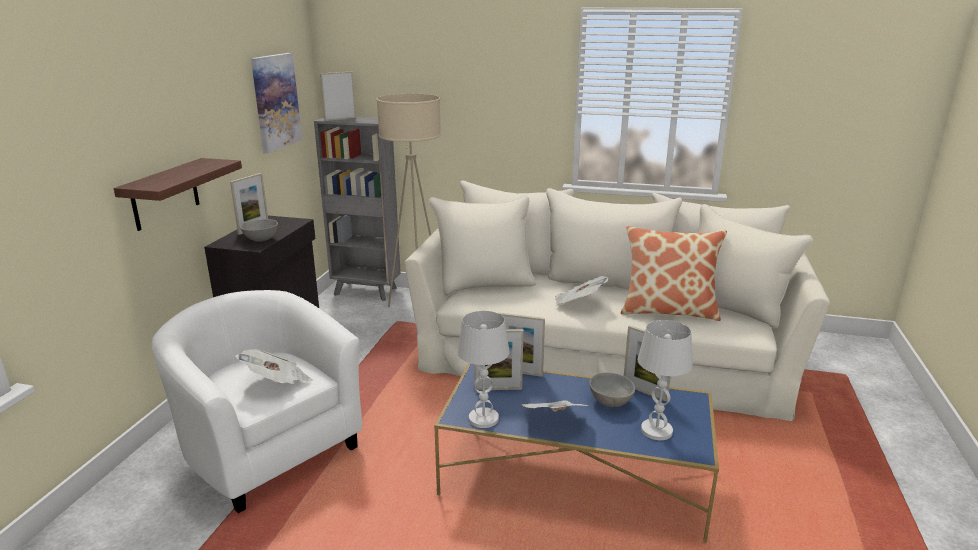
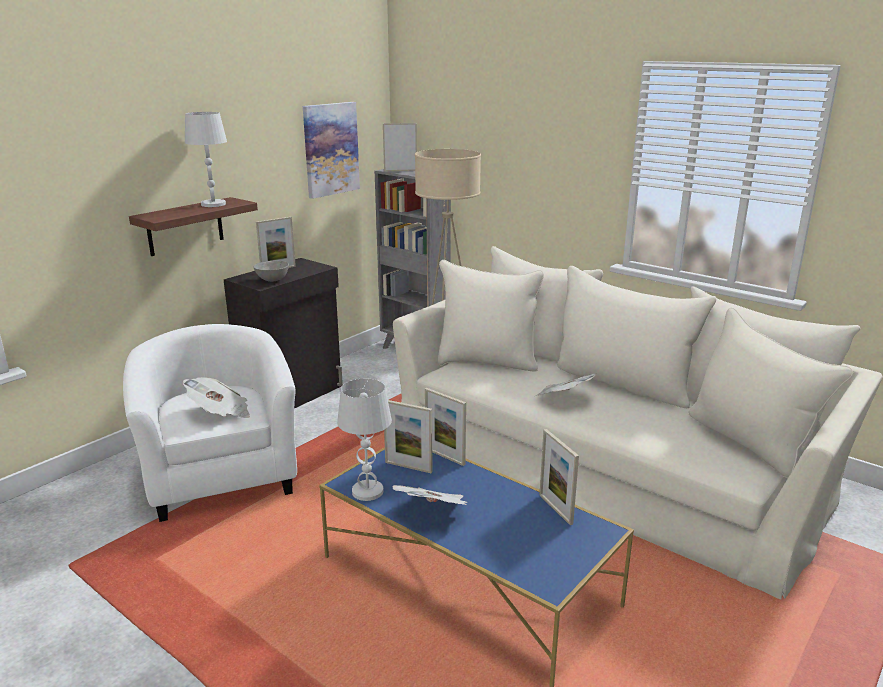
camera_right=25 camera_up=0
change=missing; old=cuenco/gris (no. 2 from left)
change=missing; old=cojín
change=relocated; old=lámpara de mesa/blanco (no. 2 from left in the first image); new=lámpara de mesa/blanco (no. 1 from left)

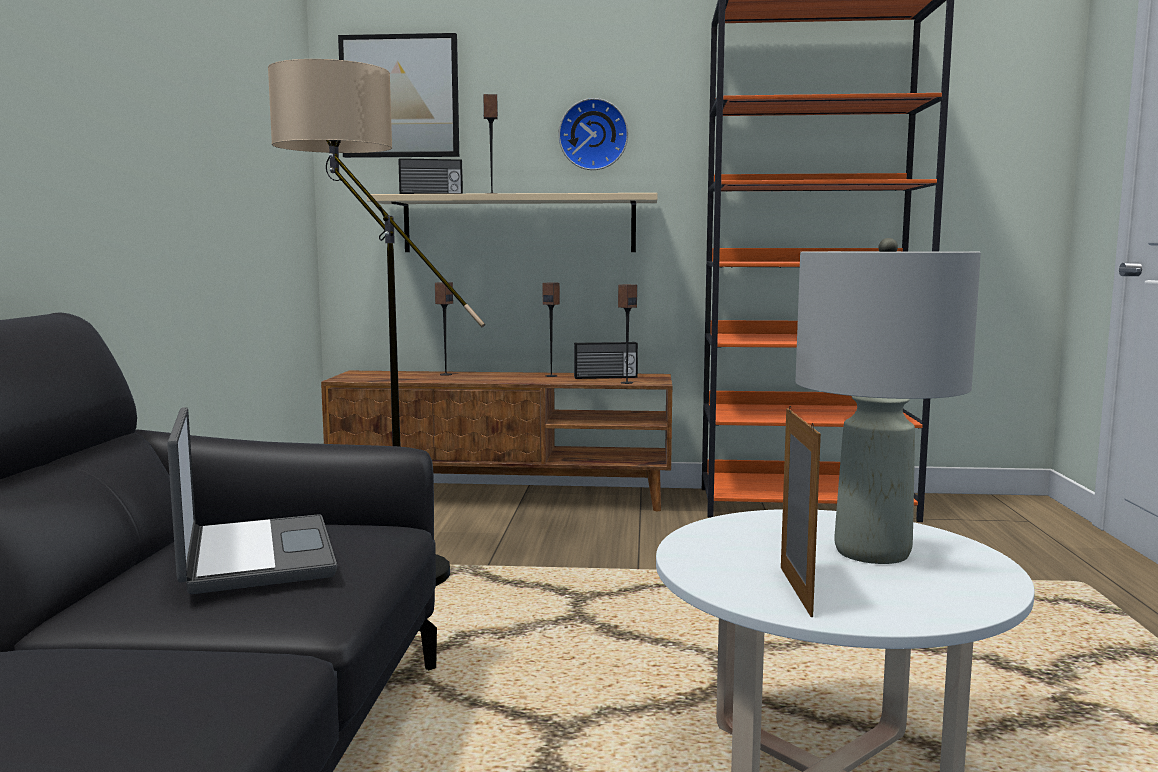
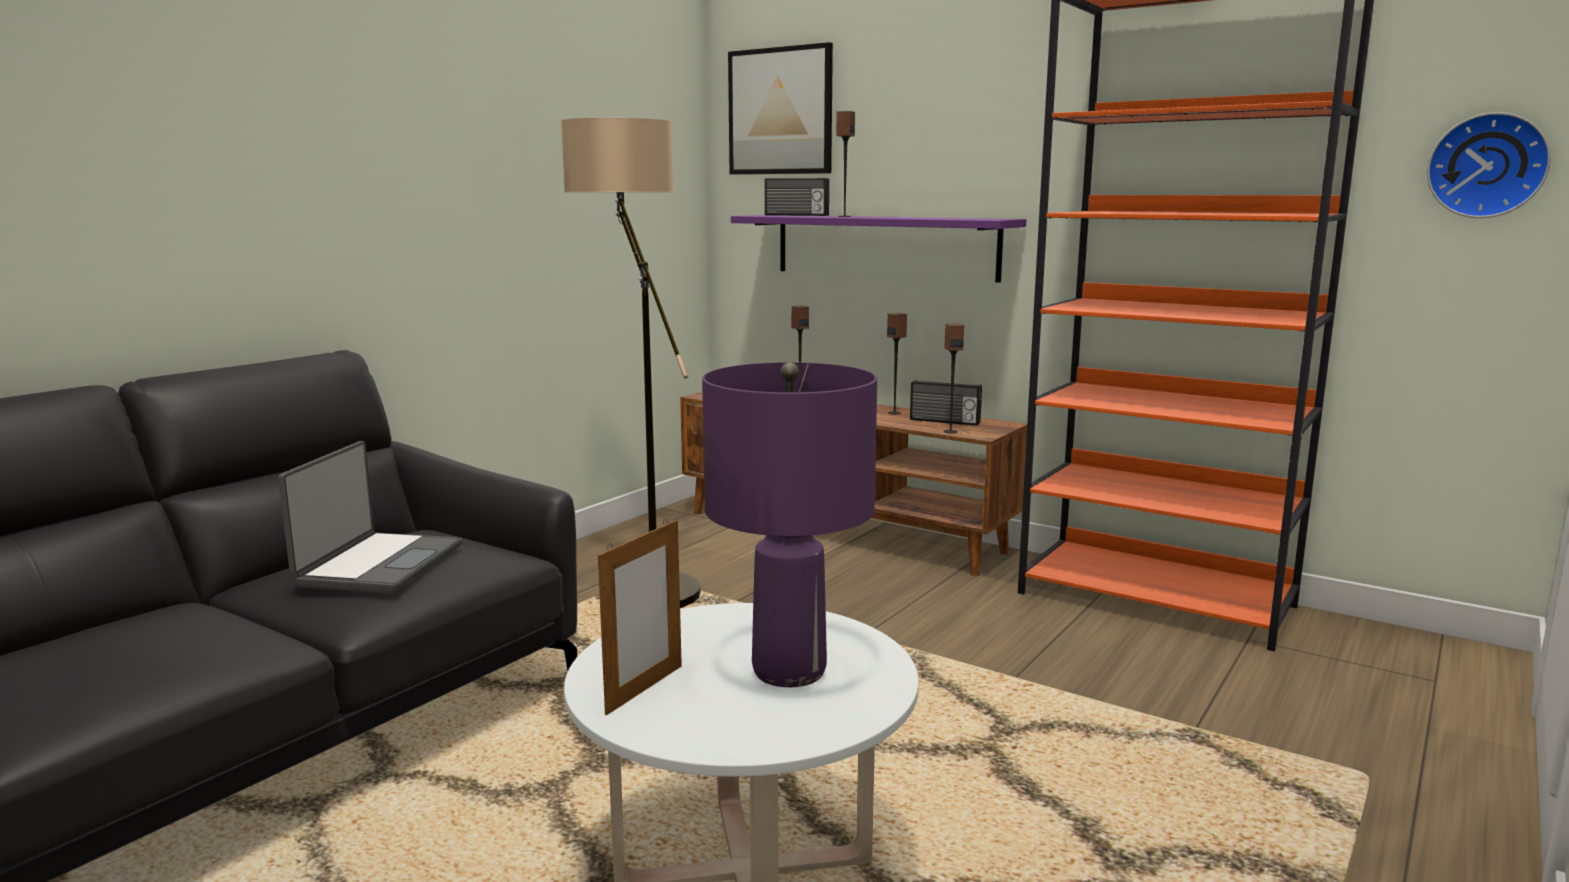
camera_right=30 camera_up=5
change=relocated; old=reloj de pared
change=colour; old=estante/beis; new=estante/morado
change=colour; old=lámpara de mesa/gris; new=lámpara de mesa/morado

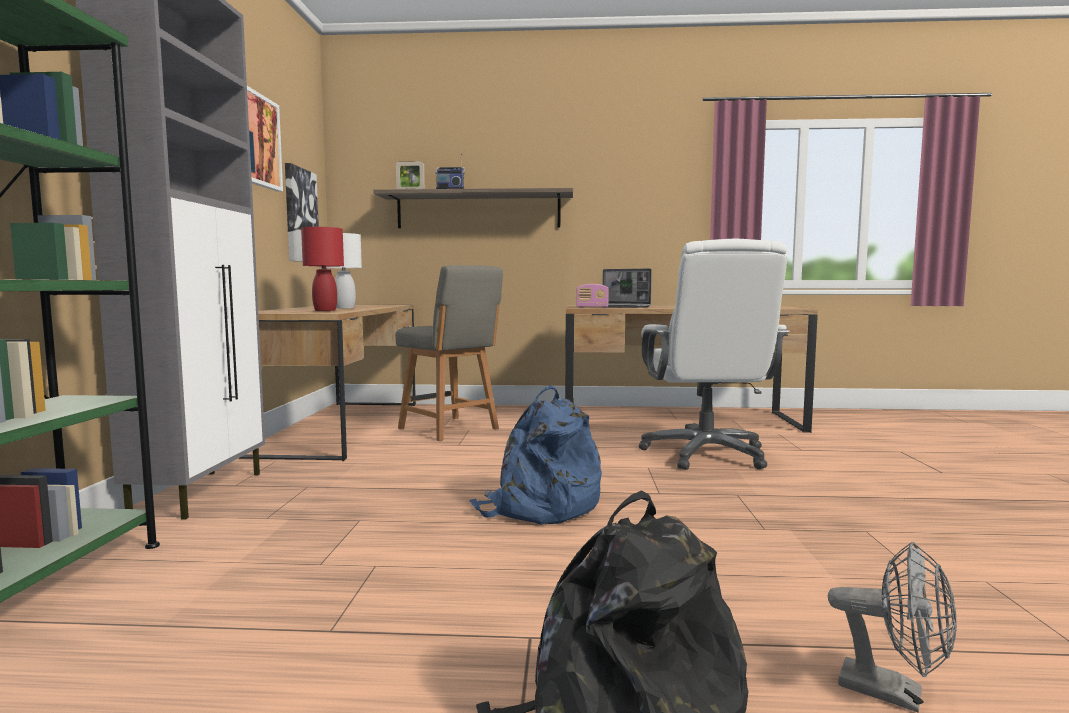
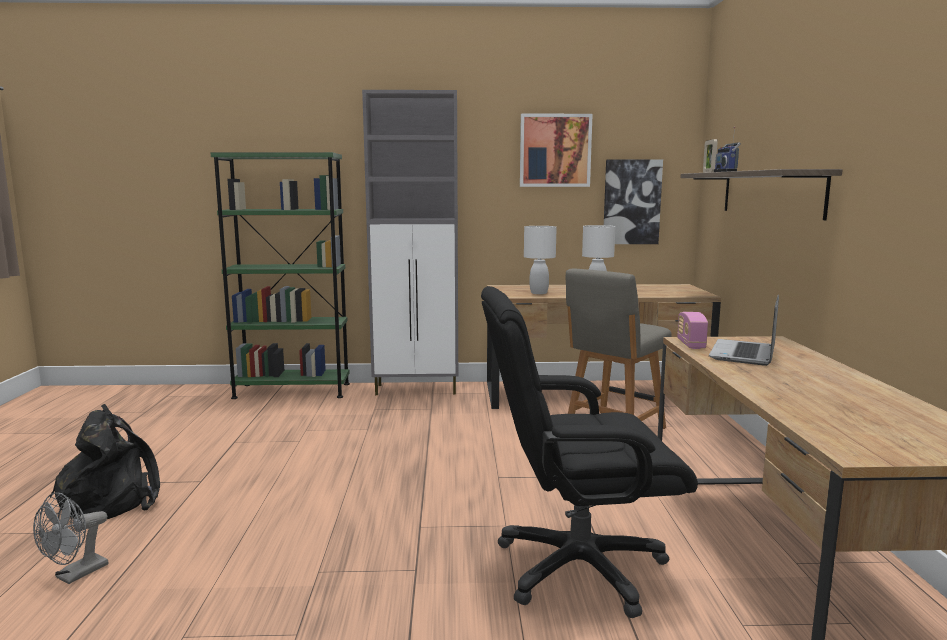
camera_right=85 camera_up=5
change=missing; old=mochila/azul
change=colour; old=lámpara de mesa/rojo; new=lámpara de mesa/blanco (no. 1 from left)
change=colour; old=silla de oficina/blanco; new=silla de oficina/negro

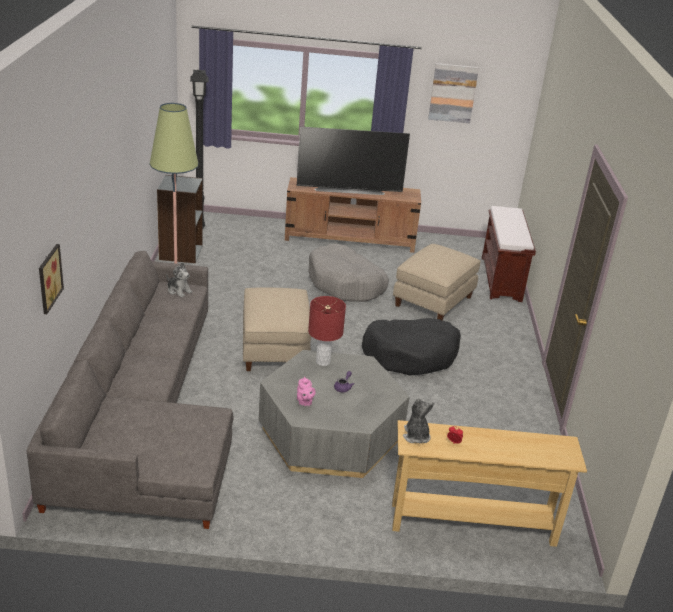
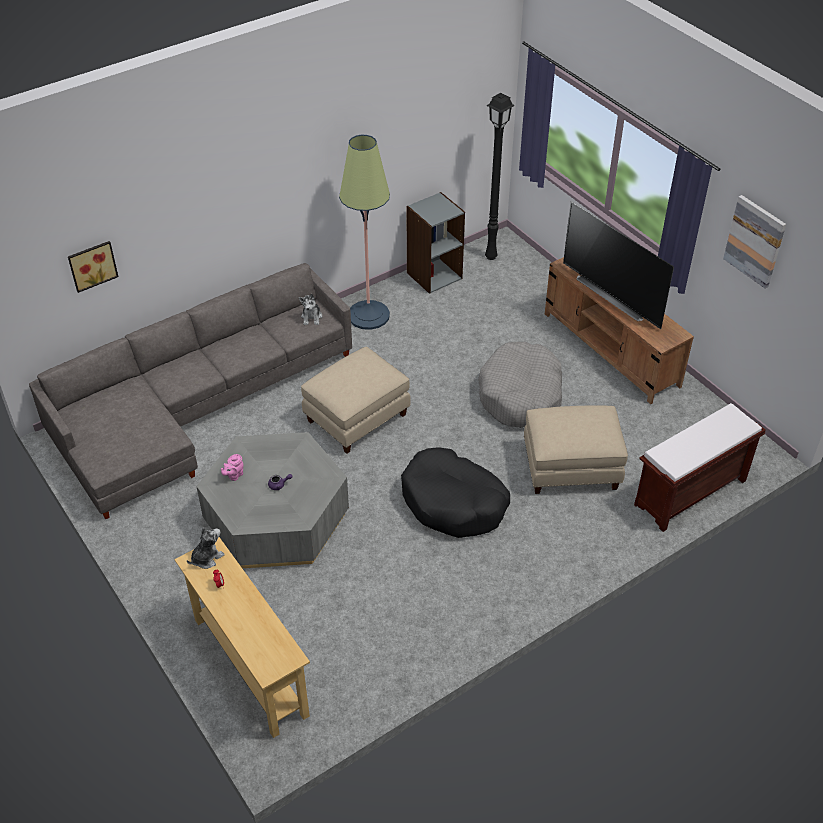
camera_right=55 camera_up=15
change=missing; old=lámpara de mesa/rojo

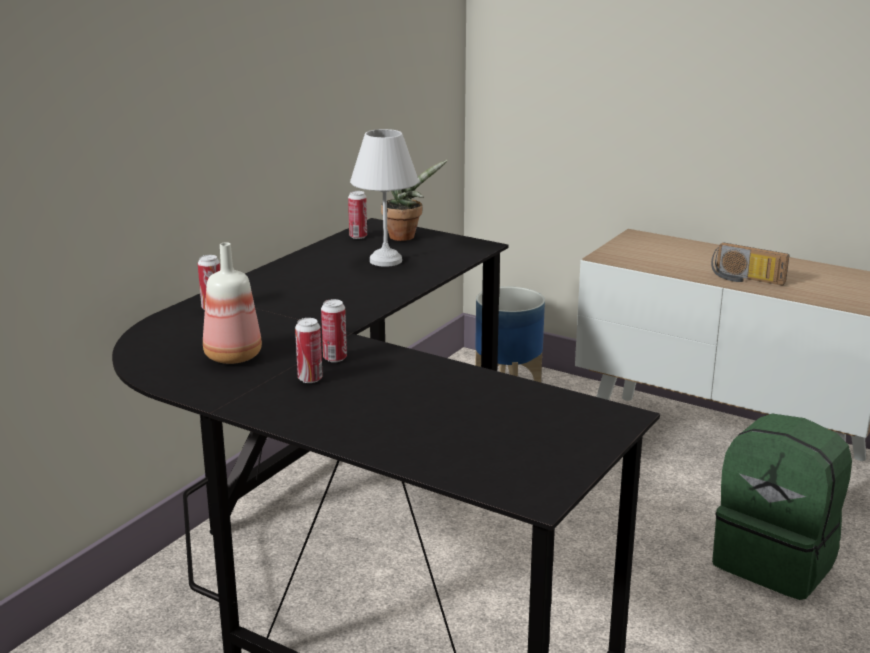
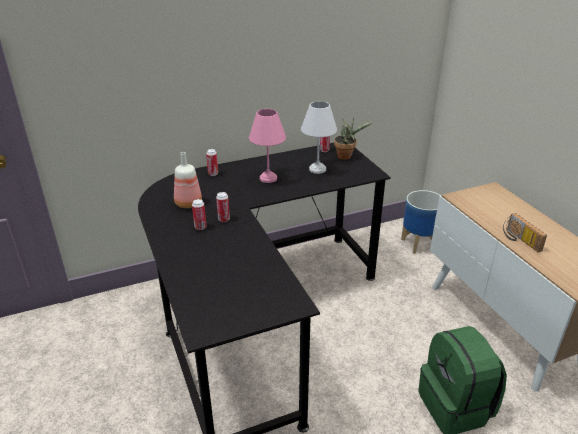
camera_right=35 camera_up=10
change=appeared; new=lámpara de mesa/rosa

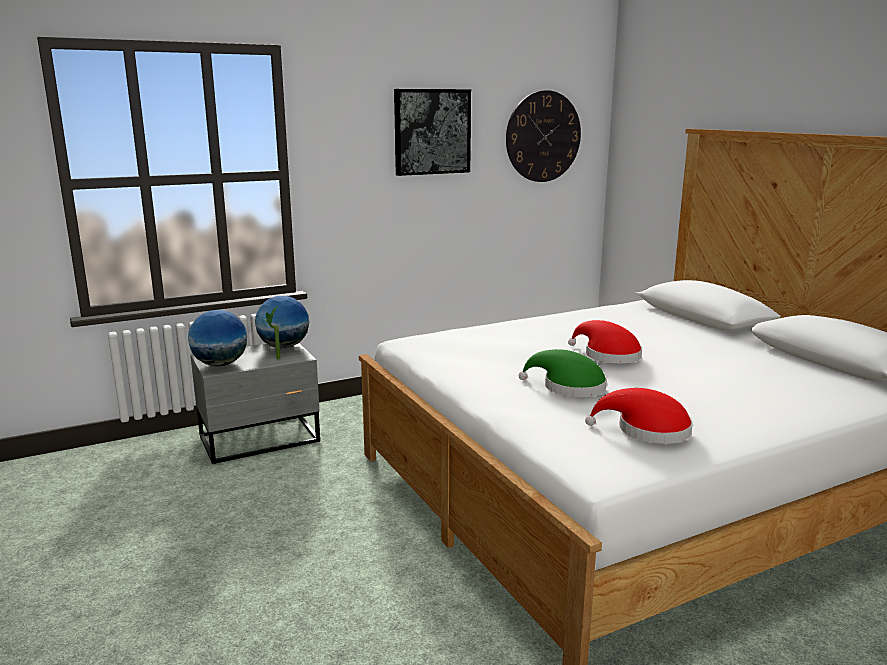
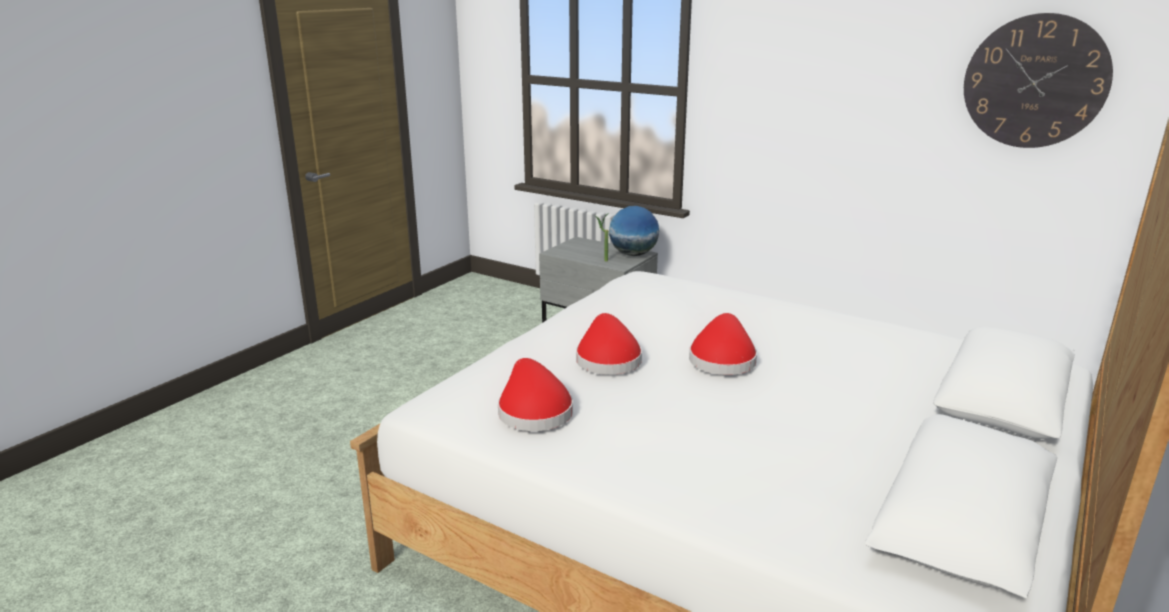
camera_right=60 camera_up=5
change=missing; old=globo terráqueo (no. 1 from left)
change=missing; old=cuadro
change=colour; old=sombrero/verde; new=sombrero/rojo (no. 2 from left)

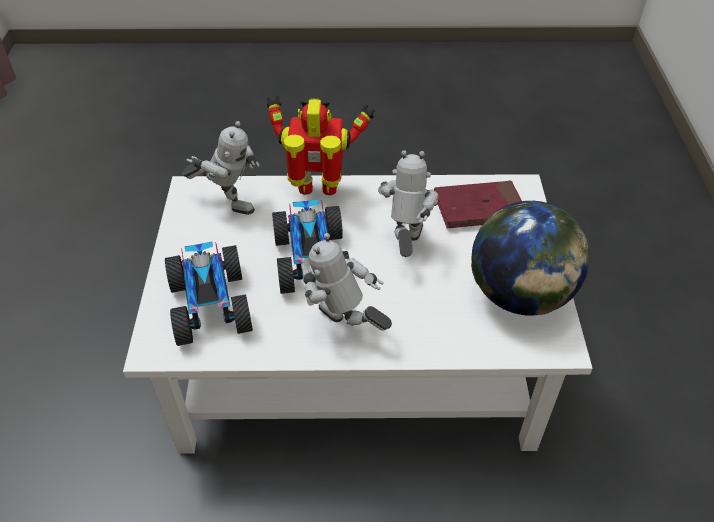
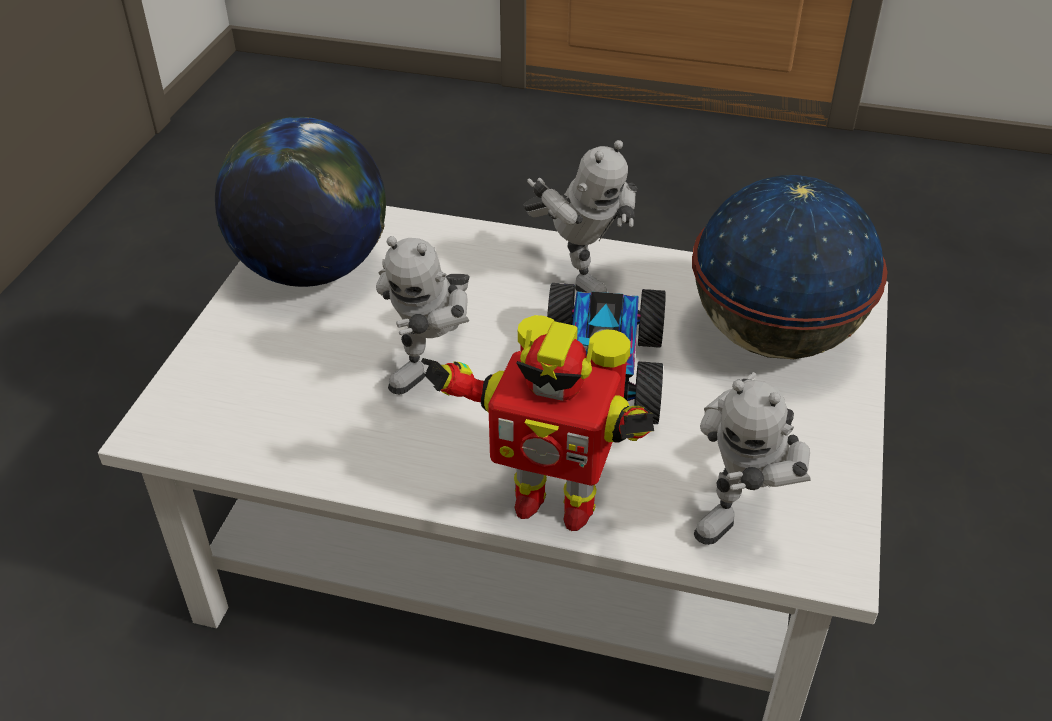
camera_right=-165 camera_up=-5
change=missing; old=libro/rojo
change=exchanged; old=coche de juguete (no. 1 from left); new=globo terráqueo (no. 2 from left)
change=spun; old=robot de juguete (no. 1 from left in the first image); degrees=-90

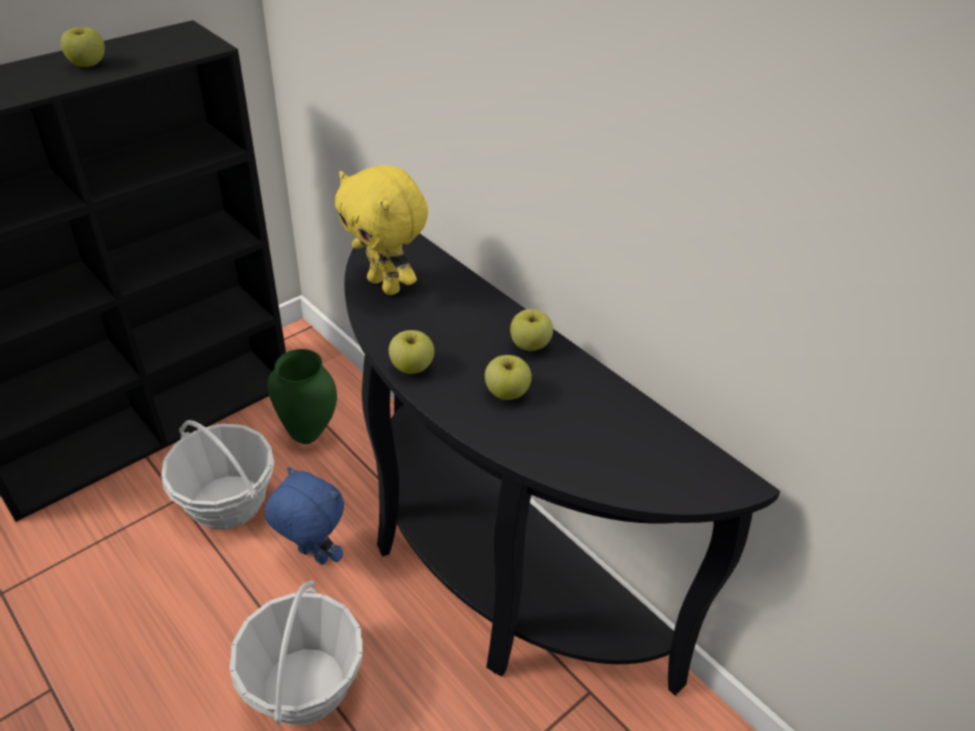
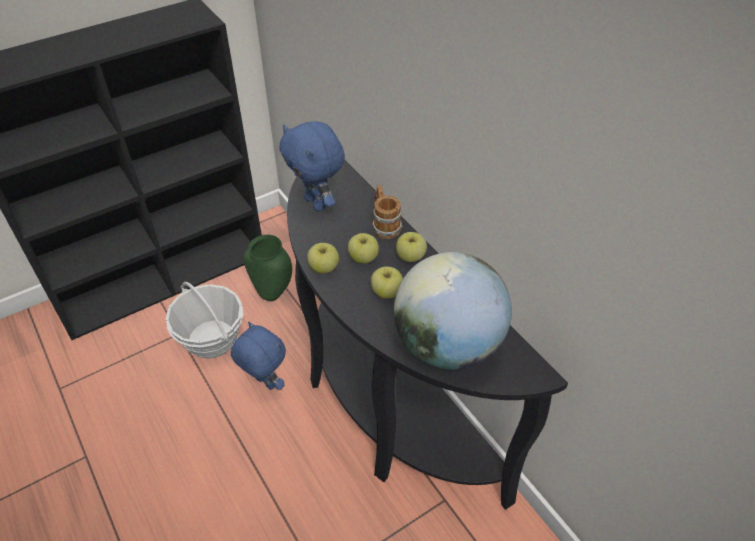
camera_right=10 camera_up=5
change=missing; old=cesta (no. 2 from left)
change=appeared; new=taza grande
change=appeared; new=globo terráqueo
change=relocated; old=manzana (no. 1 from left in the first image); new=manzana (no. 2 from left)
change=colour; old=peluche/amarillo; new=peluche/azul (no. 2 from left)

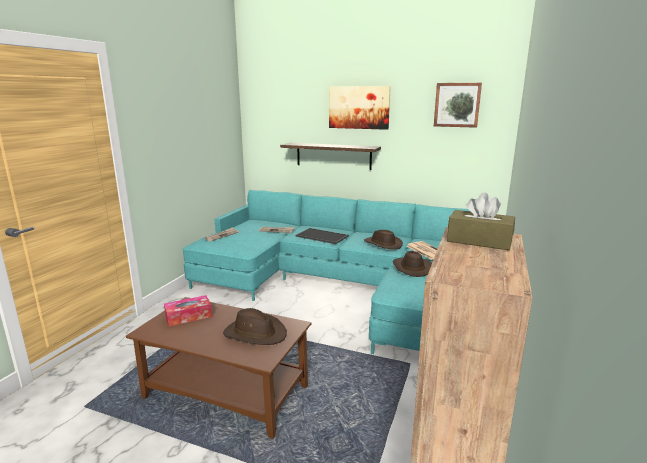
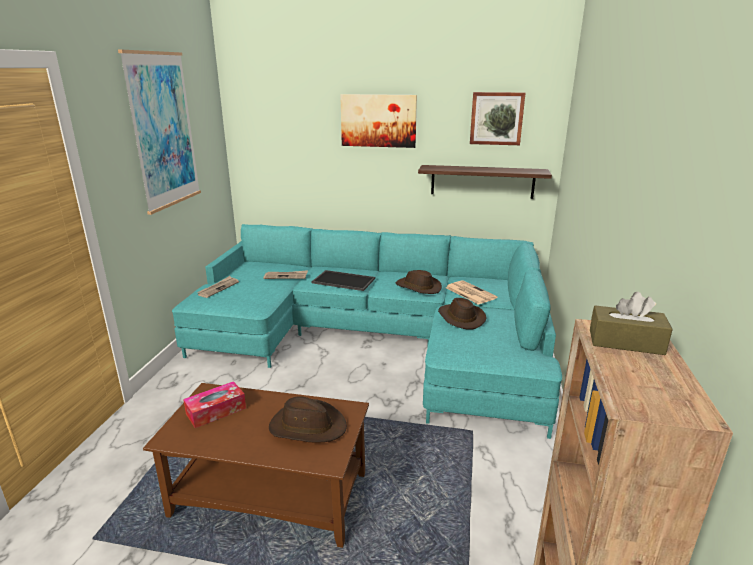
camera_right=-10 camera_up=5
change=appeared; new=cuadro (no. 1 from left)
change=relocated; old=estante

